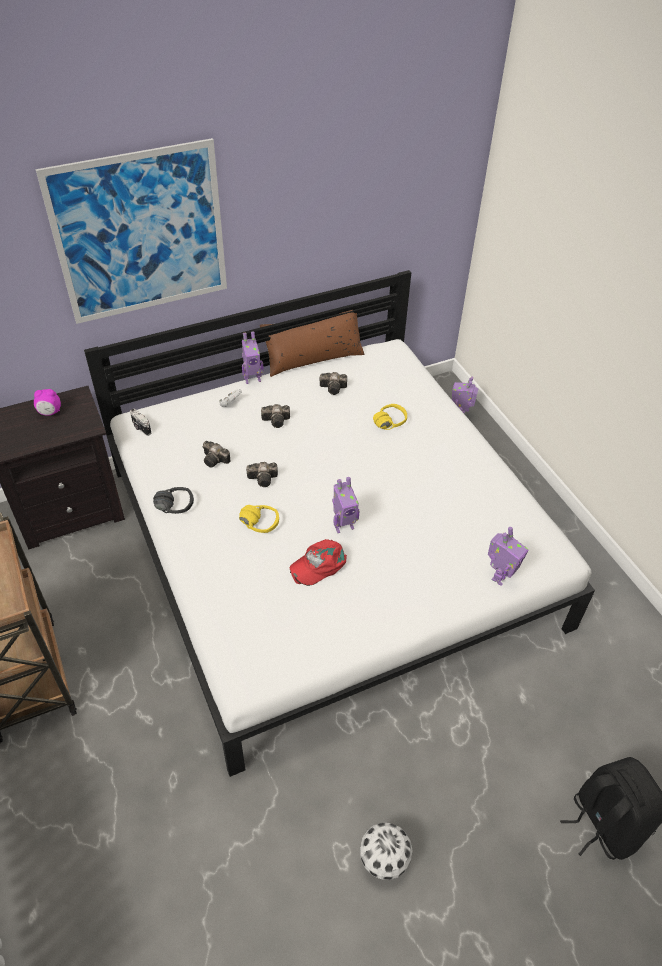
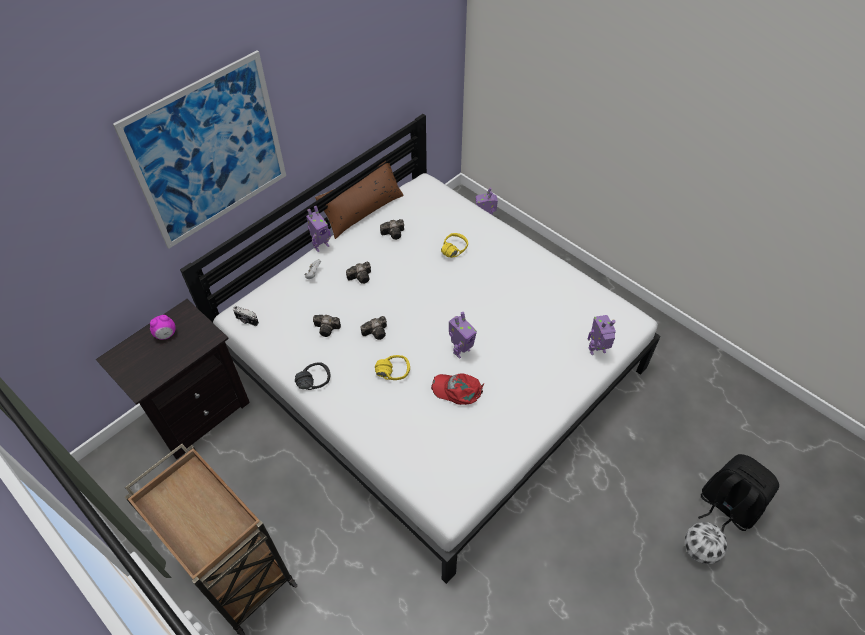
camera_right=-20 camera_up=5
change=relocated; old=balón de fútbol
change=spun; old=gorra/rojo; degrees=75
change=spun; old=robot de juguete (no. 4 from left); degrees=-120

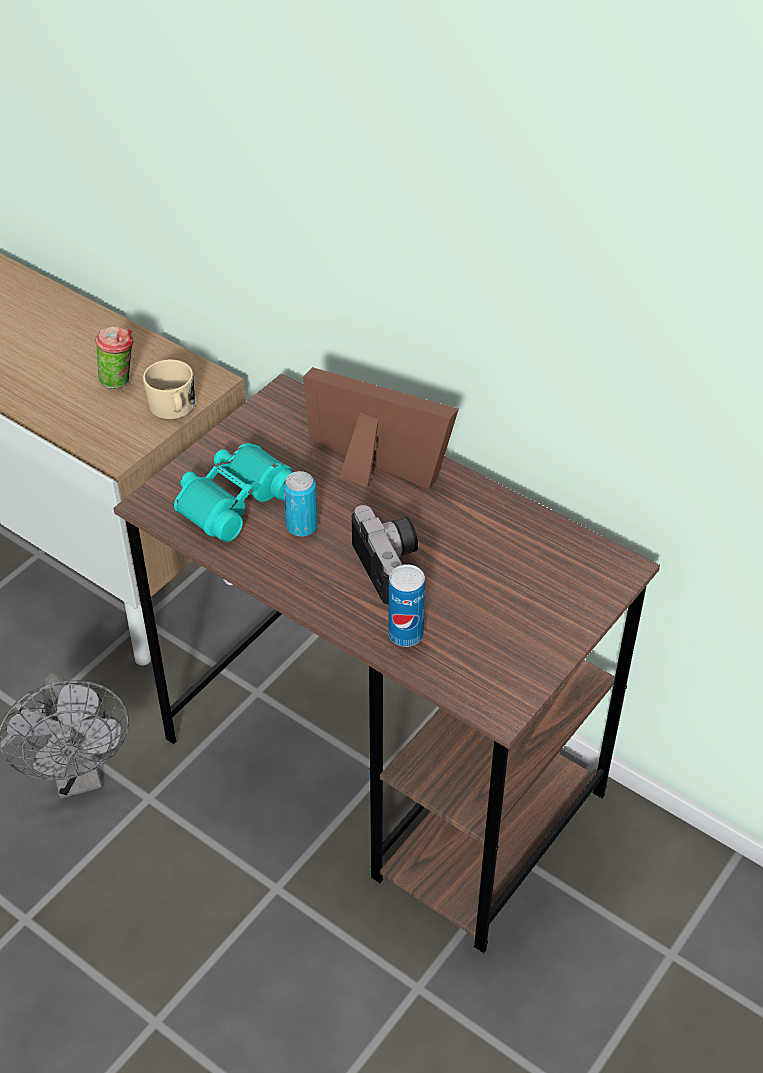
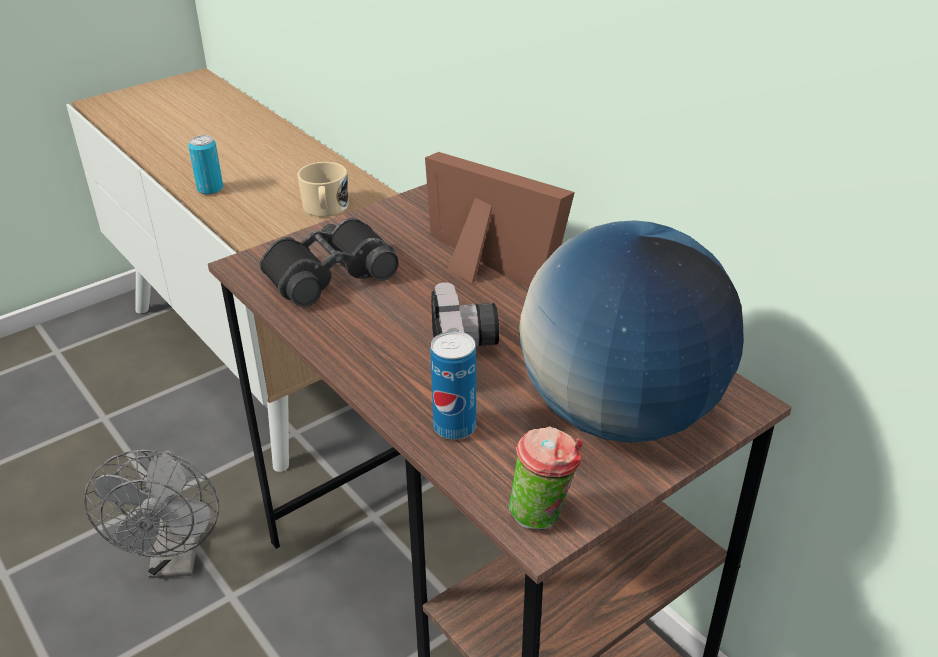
camera_right=15 camera_up=-10
change=appeared; new=globo terráqueo
change=relocated; old=taza
change=relocated; old=lata (no. 1 from left)
change=colour; old=prismáticos/turquesa; new=prismáticos/negro

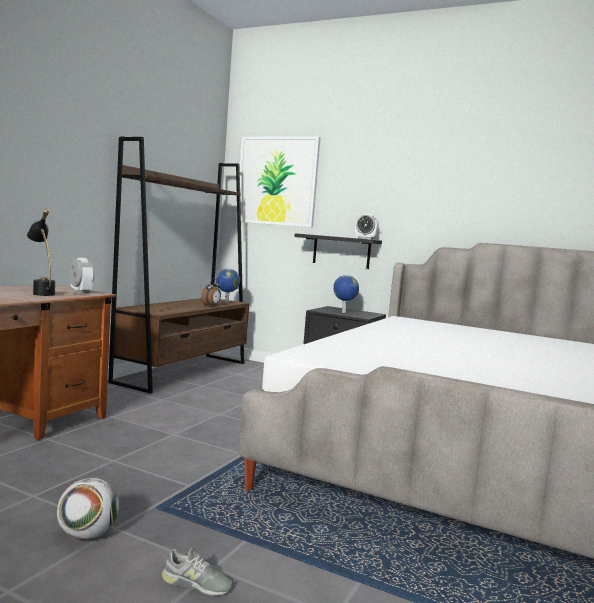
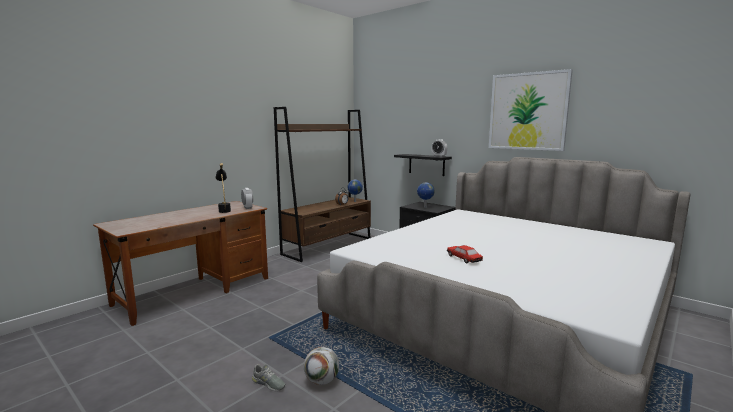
camera_right=15 camera_up=5
change=appeared; new=coche de juguete
change=relocated; old=balón de fútbol
change=relocated; old=cuadro

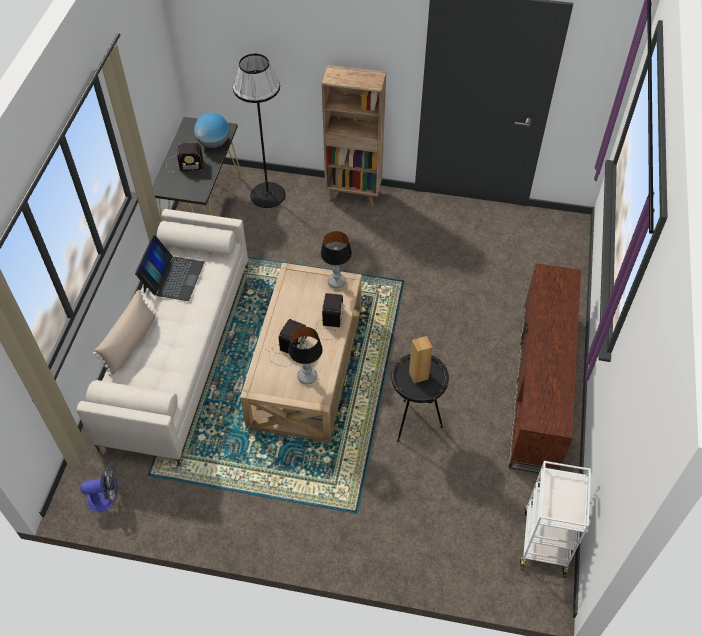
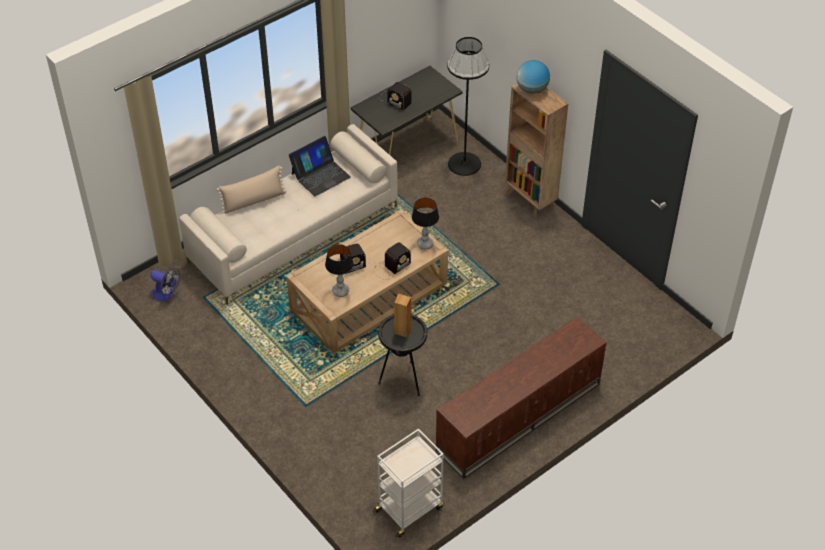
camera_right=40 camera_up=-5
change=relocated; old=globo terráqueo

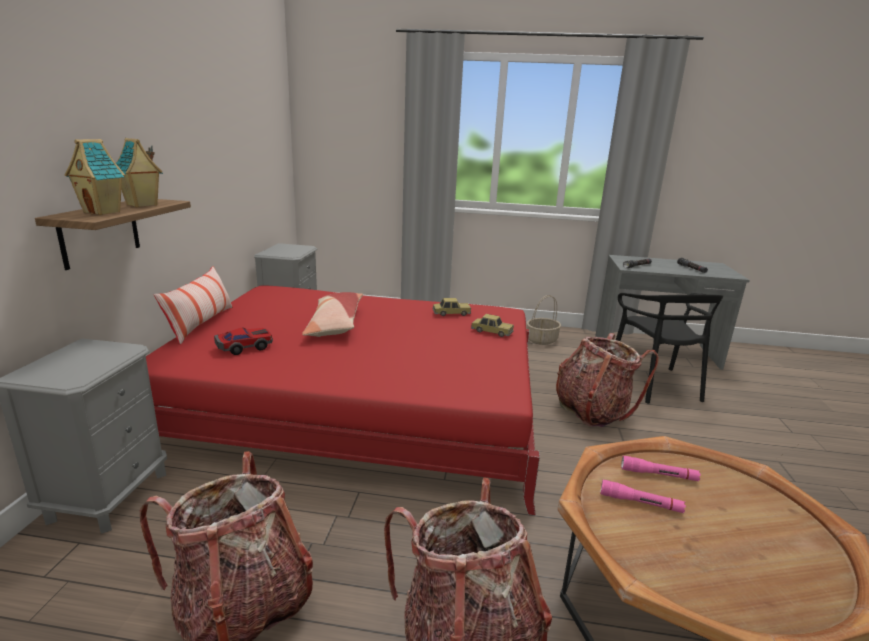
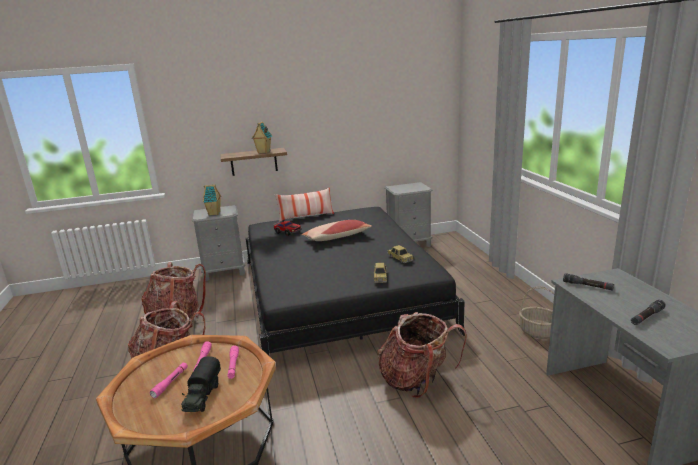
camera_right=70 camera_up=0
change=missing; old=silla/negro
change=appeared; new=linterna/rosa (no. 1 from left)
change=appeared; new=camión de juguete
change=relocated; old=casita (no. 1 from left)
change=colour; old=cama/rojo; new=cama/negro

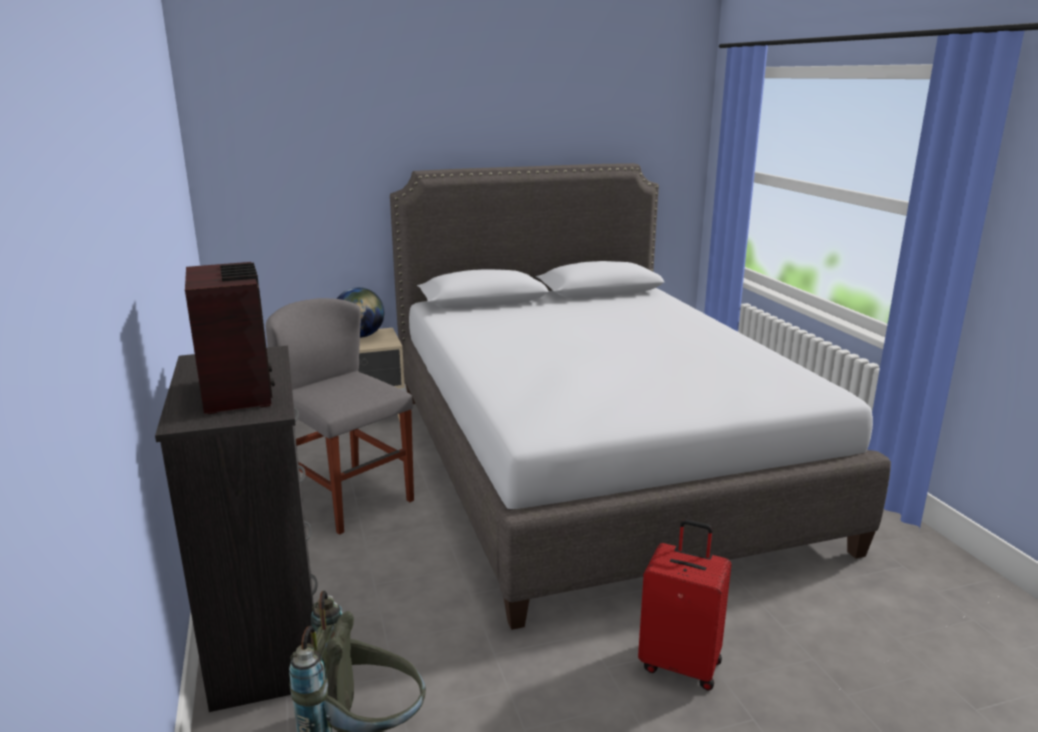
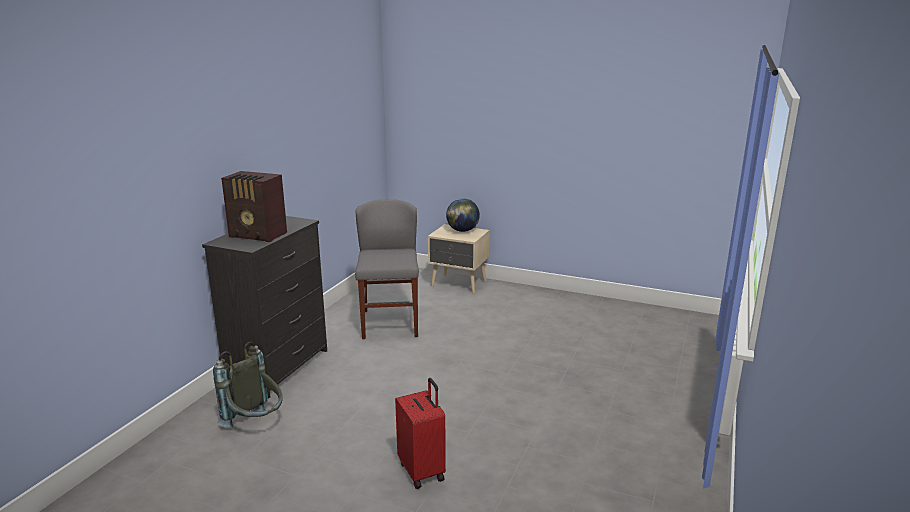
camera_right=40 camera_up=0
change=missing; old=cama/gris
change=spun; old=radio; degrees=90

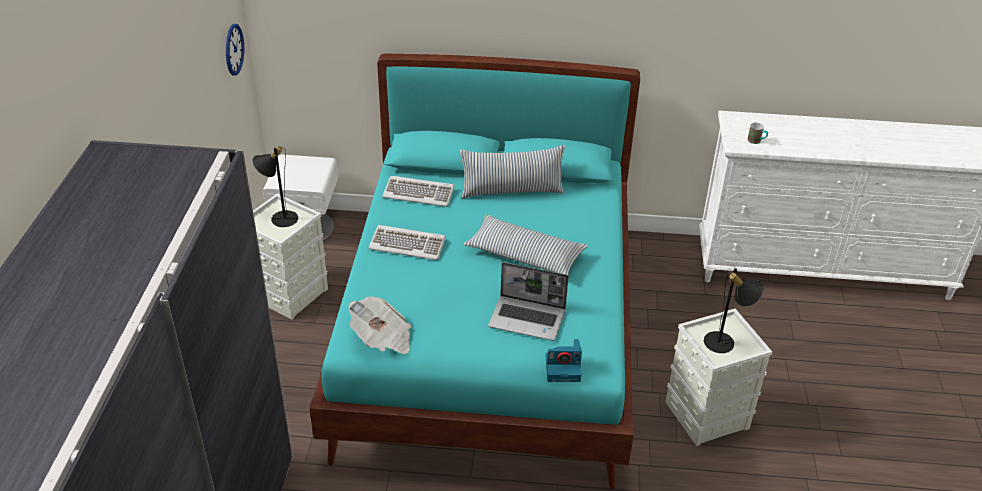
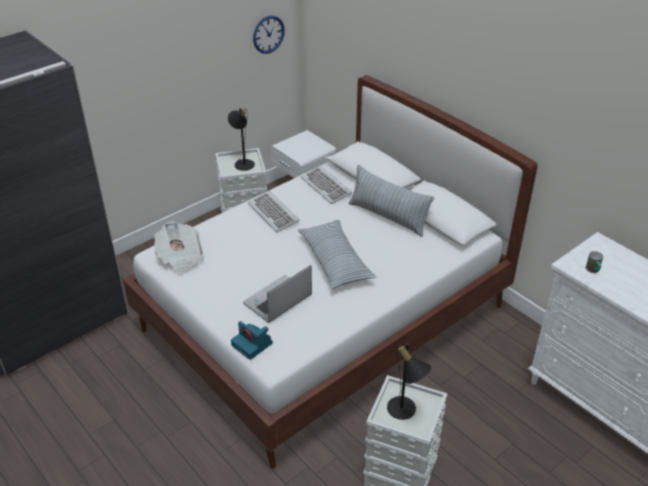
camera_right=45 camera_up=0
change=colour; old=cama/turquesa; new=cama/blanco
change=spun; old=portátil; degrees=75

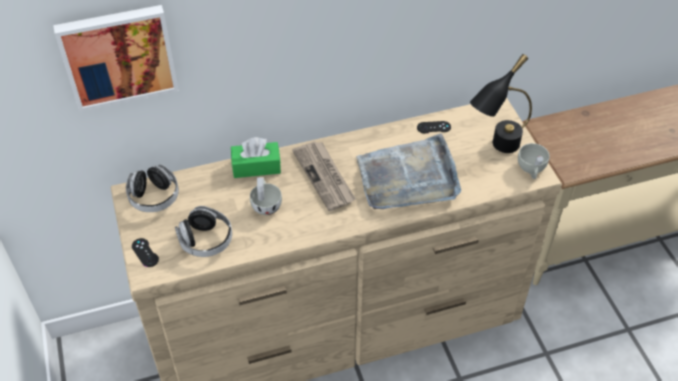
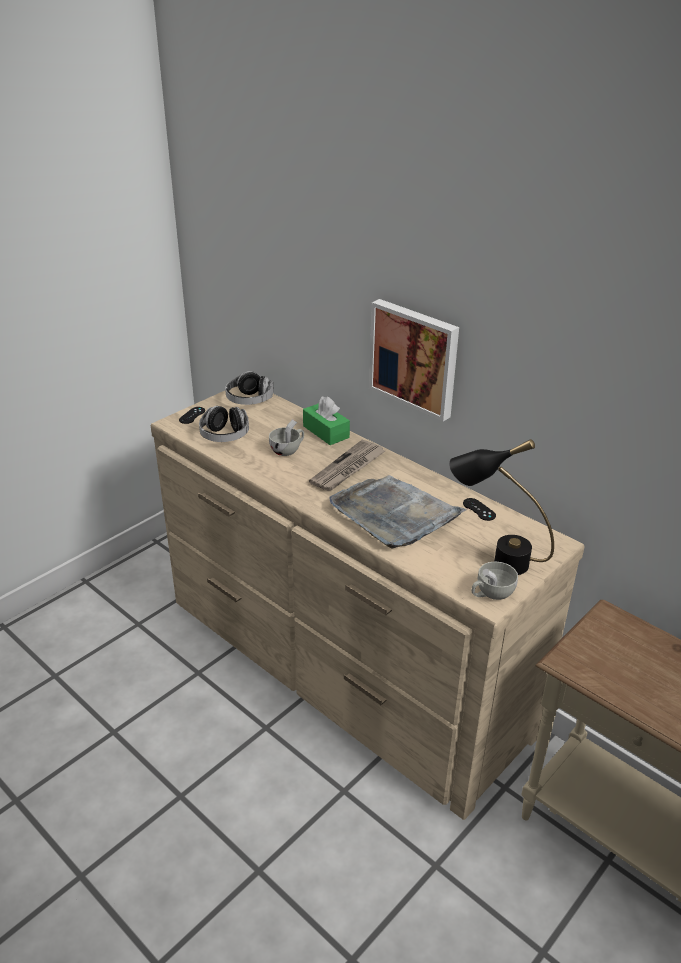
camera_right=60 camera_up=-15
change=relocated; old=cuadro

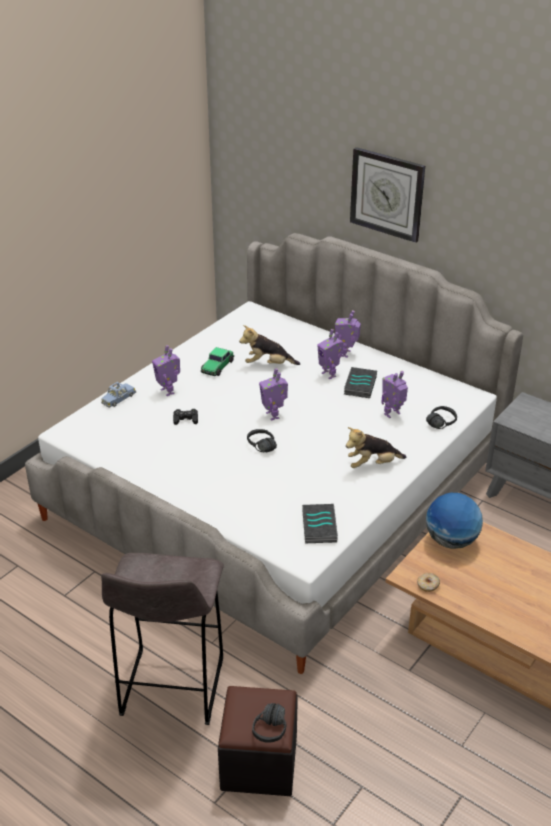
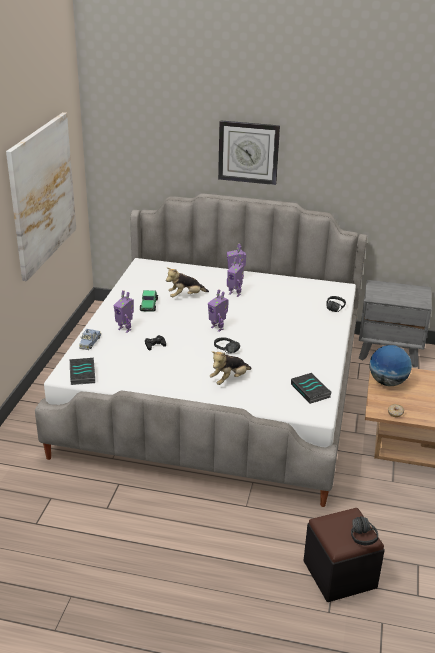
camera_right=-25 camera_up=-5
change=missing; old=taburete/gris
change=missing; old=robot de juguete (no. 5 from left)
change=appeared; new=cuadro
change=relocated; old=libro (no. 2 from left in the first image); new=libro (no. 1 from left)
change=relocated; old=peluche (no. 2 from left)

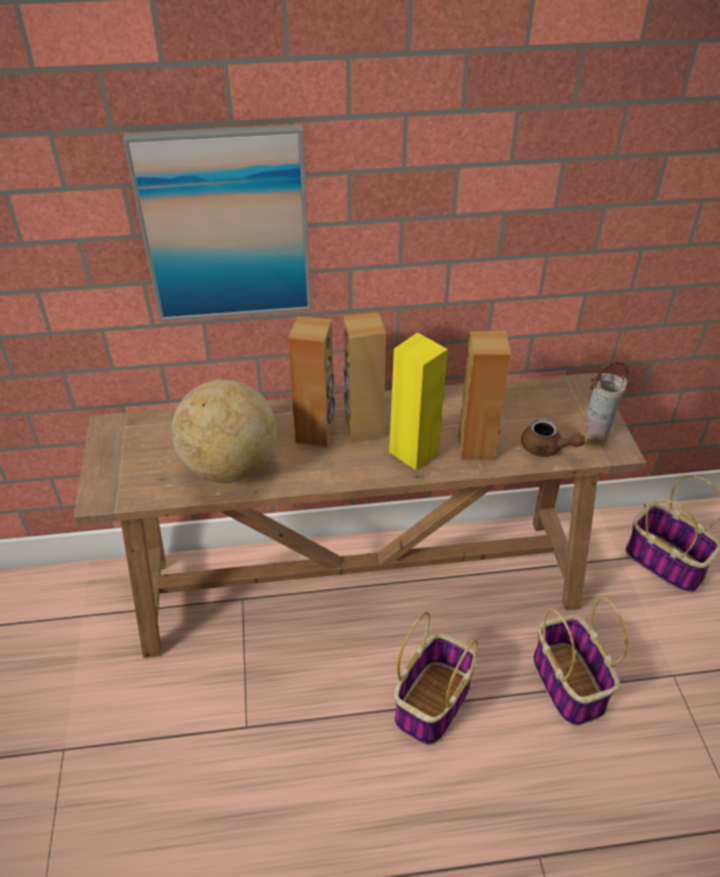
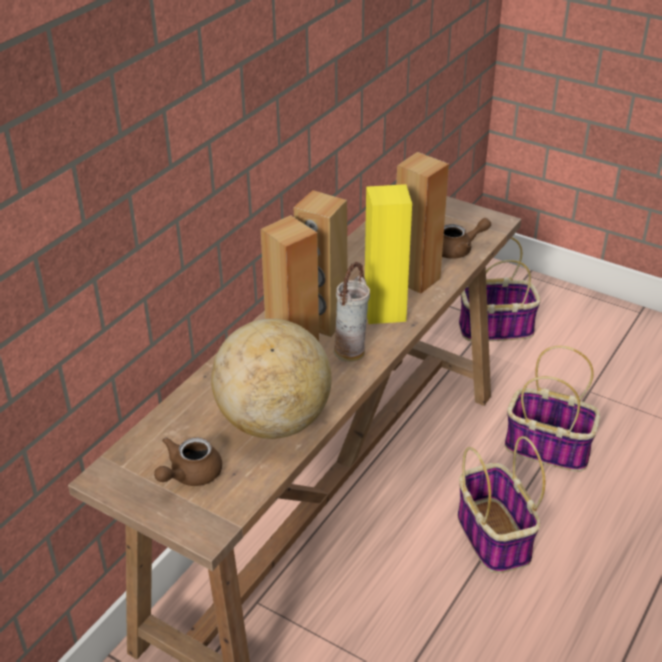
camera_right=-50 camera_up=-5
change=missing; old=cuadro
change=appeared; new=tetera/marrón (no. 1 from left)
change=relocated; old=florero

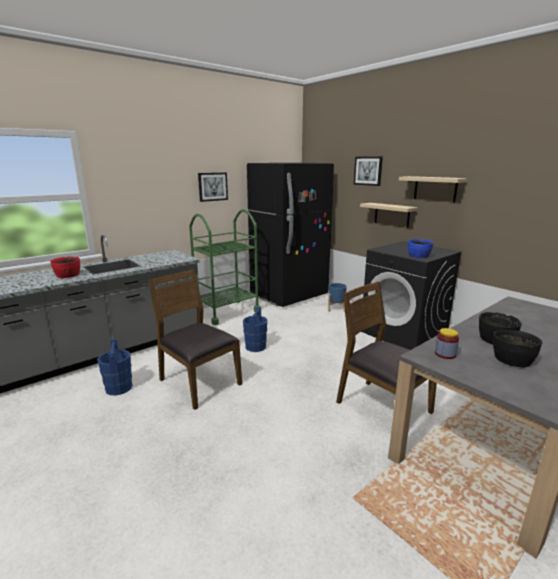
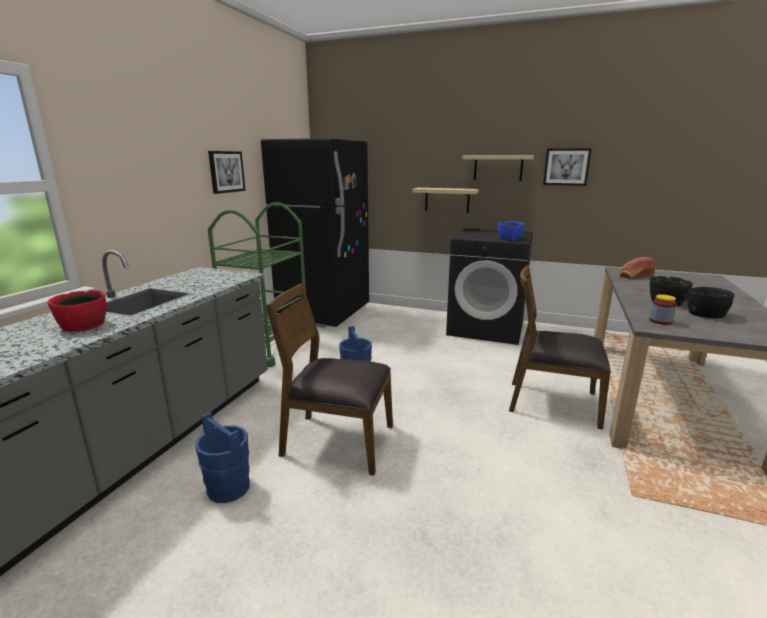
camera_right=-30 camera_up=0
change=missing; old=maceta/azul
change=appeared; new=pan
change=relocated; old=cuadro (no. 2 from left)

